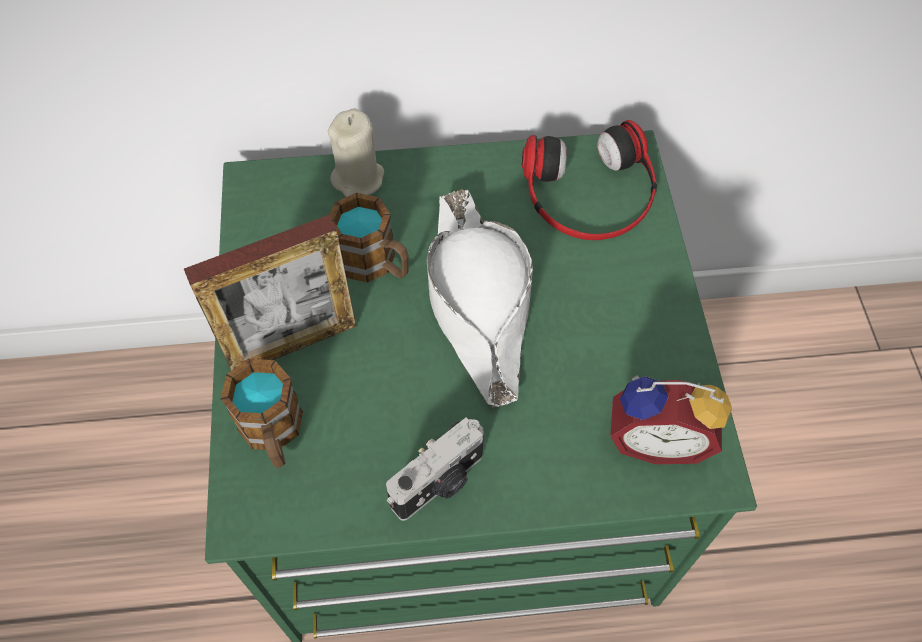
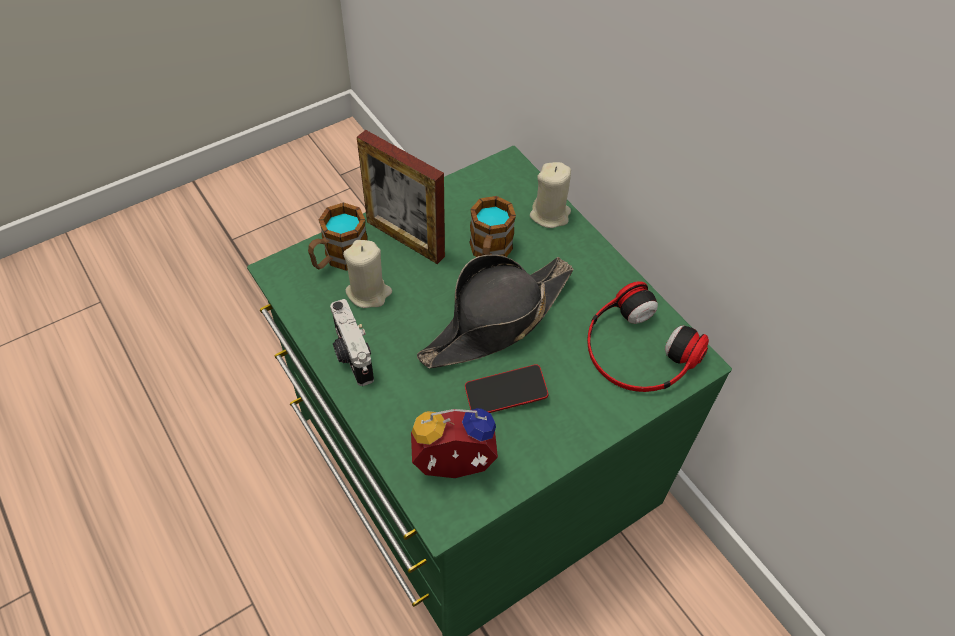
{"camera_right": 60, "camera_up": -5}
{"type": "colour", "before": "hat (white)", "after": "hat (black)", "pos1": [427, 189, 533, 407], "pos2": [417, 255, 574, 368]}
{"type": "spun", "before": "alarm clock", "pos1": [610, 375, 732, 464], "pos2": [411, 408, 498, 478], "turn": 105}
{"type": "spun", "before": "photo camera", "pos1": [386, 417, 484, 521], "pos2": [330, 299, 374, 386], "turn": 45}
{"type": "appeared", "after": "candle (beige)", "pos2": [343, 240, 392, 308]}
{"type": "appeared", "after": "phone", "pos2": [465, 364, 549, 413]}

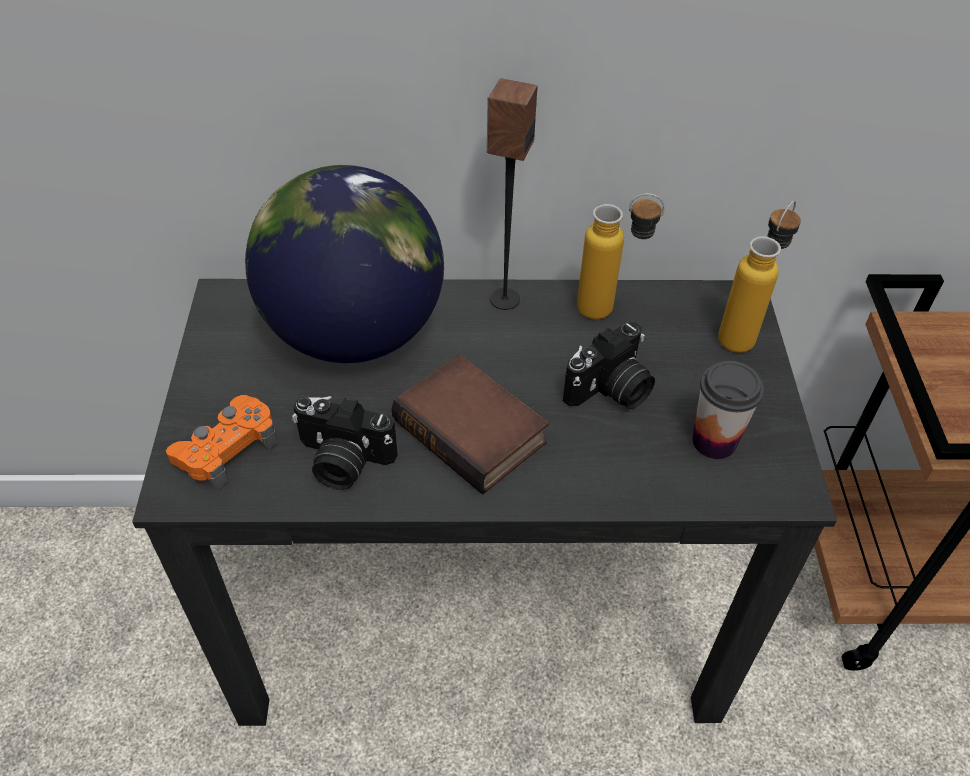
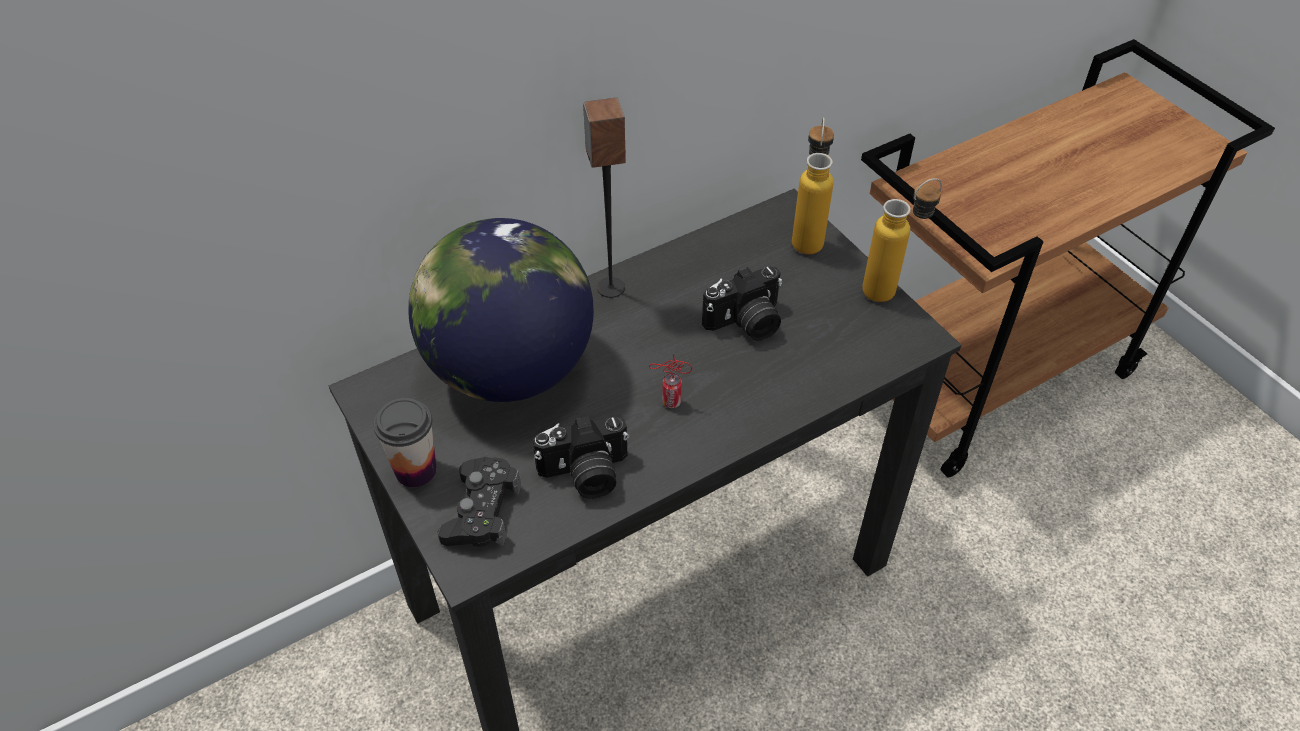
{"camera_right": -30, "camera_up": 0}
{"type": "relocated", "before": "bottle", "pos1": [577, 193, 665, 320], "pos2": [862, 178, 942, 302]}
{"type": "spun", "before": "photo camera", "pos1": [563, 322, 655, 409], "pos2": [702, 267, 782, 341], "turn": 45}
{"type": "exchanged", "before": "book", "after": "can", "pos1": [392, 354, 549, 495], "pos2": [649, 353, 692, 408]}
{"type": "relocated", "before": "cup", "pos1": [692, 361, 764, 459], "pos2": [374, 398, 437, 487]}
{"type": "colour", "before": "game controller (orange)", "after": "game controller (black)", "pos1": [166, 395, 278, 490], "pos2": [438, 457, 521, 547]}

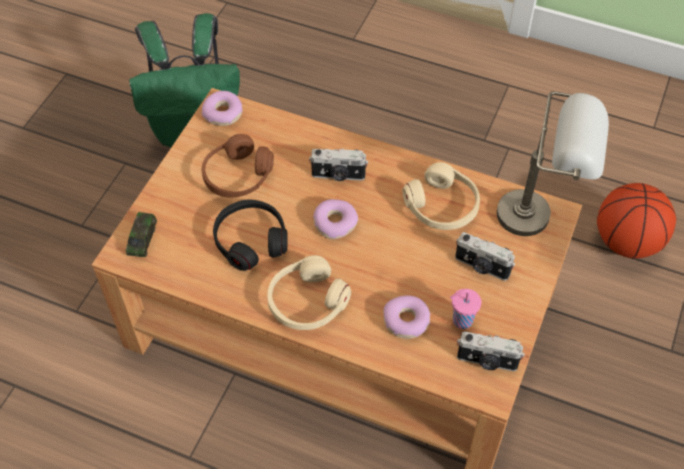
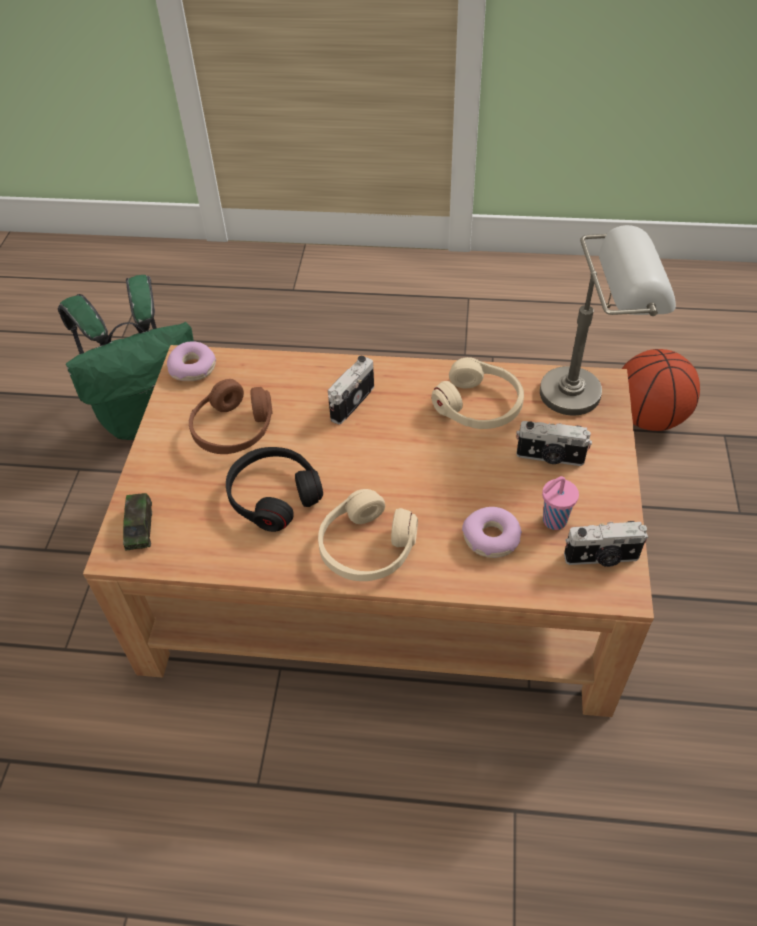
{"camera_right": -15, "camera_up": -5}
{"type": "spun", "before": "photo camera", "pos1": [309, 149, 368, 181], "pos2": [328, 356, 374, 425], "turn": 135}
{"type": "missing", "before": "donut", "pos1": [313, 199, 358, 239]}

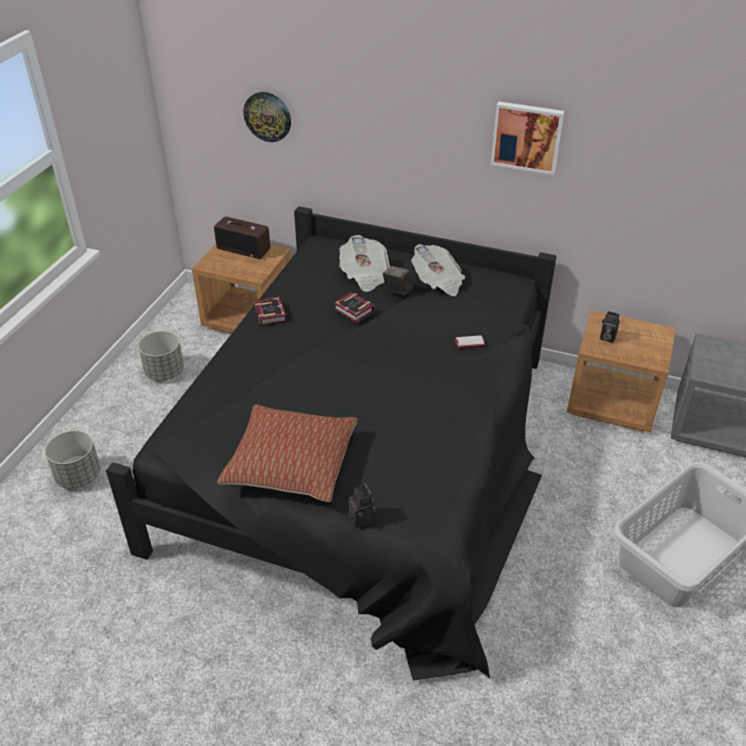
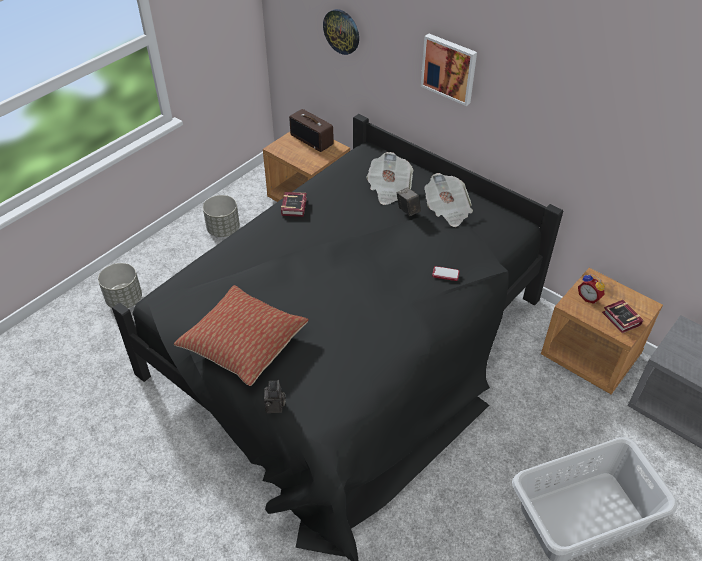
{"camera_right": 20, "camera_up": 5}
{"type": "relocated", "before": "picture", "pos1": [491, 102, 564, 175], "pos2": [421, 34, 477, 106]}
{"type": "relocated", "before": "book", "pos1": [333, 292, 374, 323], "pos2": [602, 300, 643, 333]}
{"type": "exchanged", "before": "photo camera", "after": "alarm clock", "pos1": [600, 311, 620, 343], "pos2": [578, 274, 605, 304]}

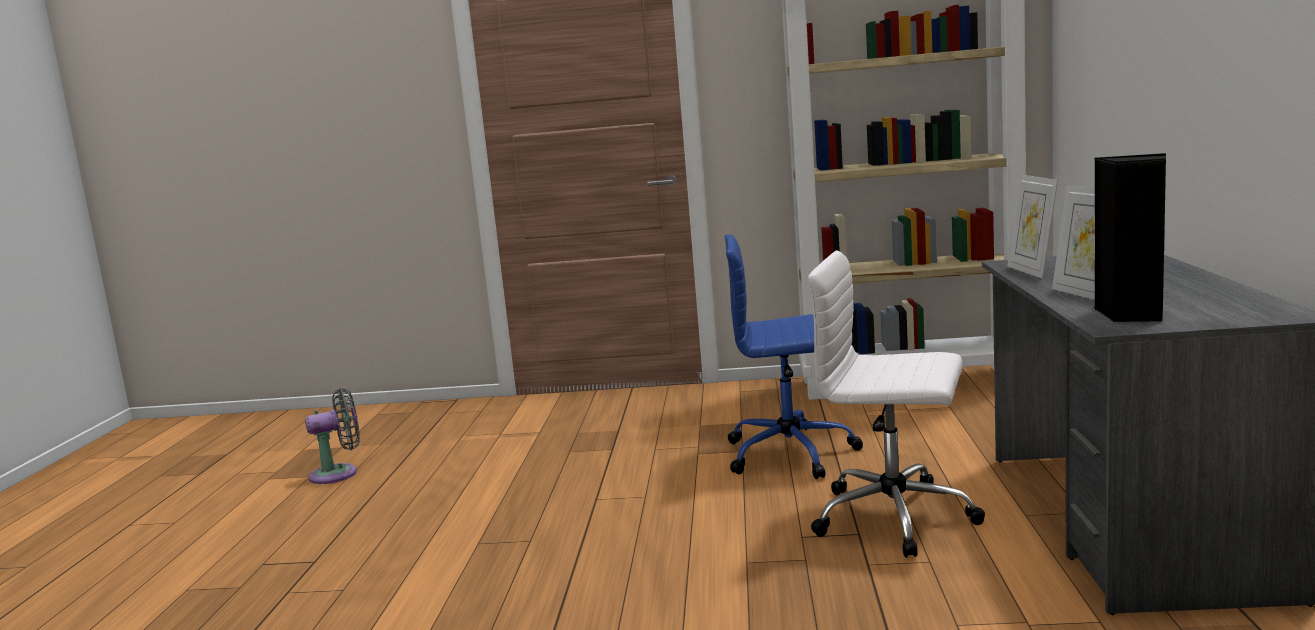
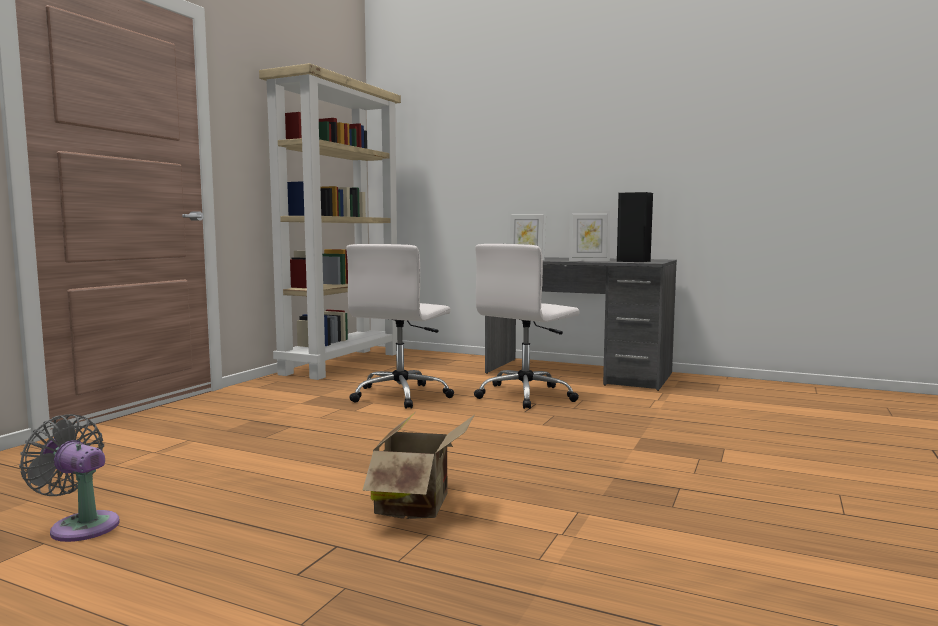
{"camera_right": -70, "camera_up": -5}
{"type": "colour", "before": "office chair (blue)", "after": "office chair (white)", "pos1": [725, 234, 863, 479], "pos2": [346, 244, 454, 409]}
{"type": "spun", "before": "fan (grey)", "pos1": [305, 388, 360, 484], "pos2": [19, 414, 120, 542], "turn": -60}
{"type": "appeared", "after": "cardboard box", "pos2": [362, 412, 474, 519]}

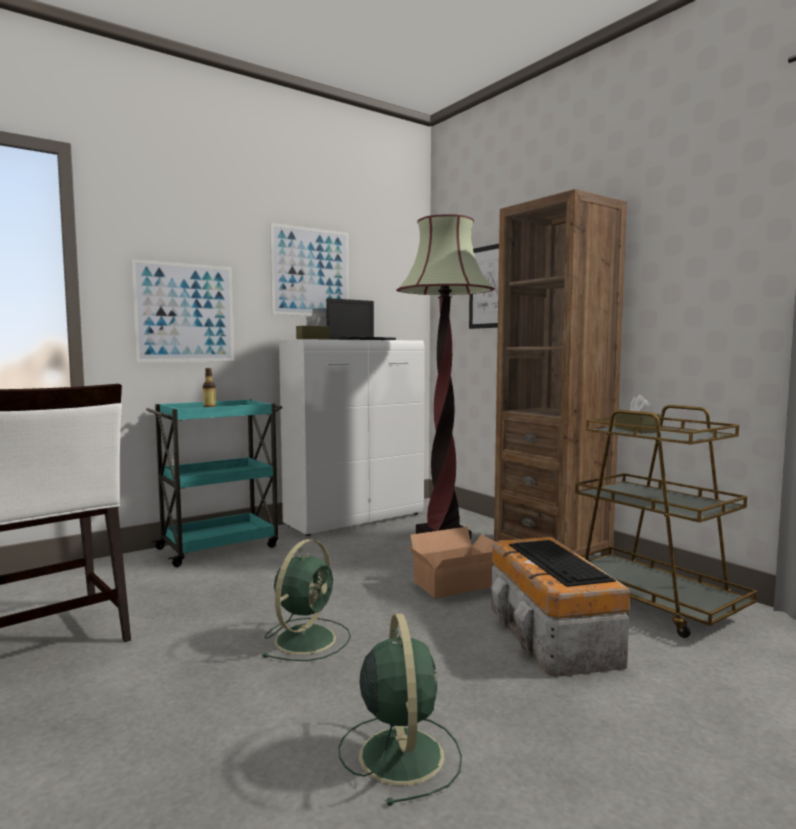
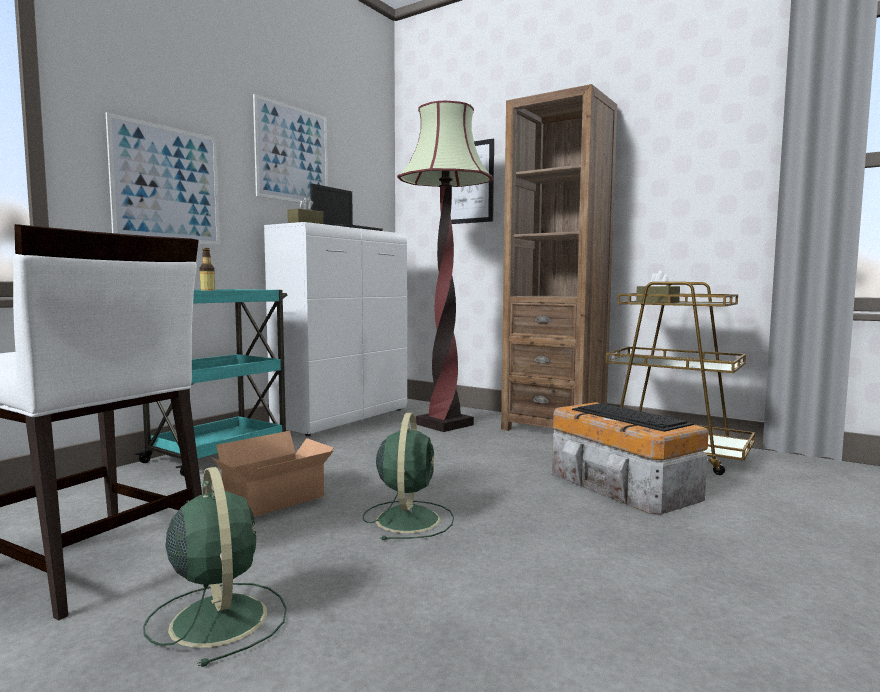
{"camera_right": -20, "camera_up": 0}
{"type": "relocated", "before": "cardboard box", "pos1": [407, 527, 496, 598], "pos2": [211, 431, 334, 517]}
{"type": "relocated", "before": "fan (green)", "pos1": [338, 613, 462, 806], "pos2": [143, 467, 287, 667]}

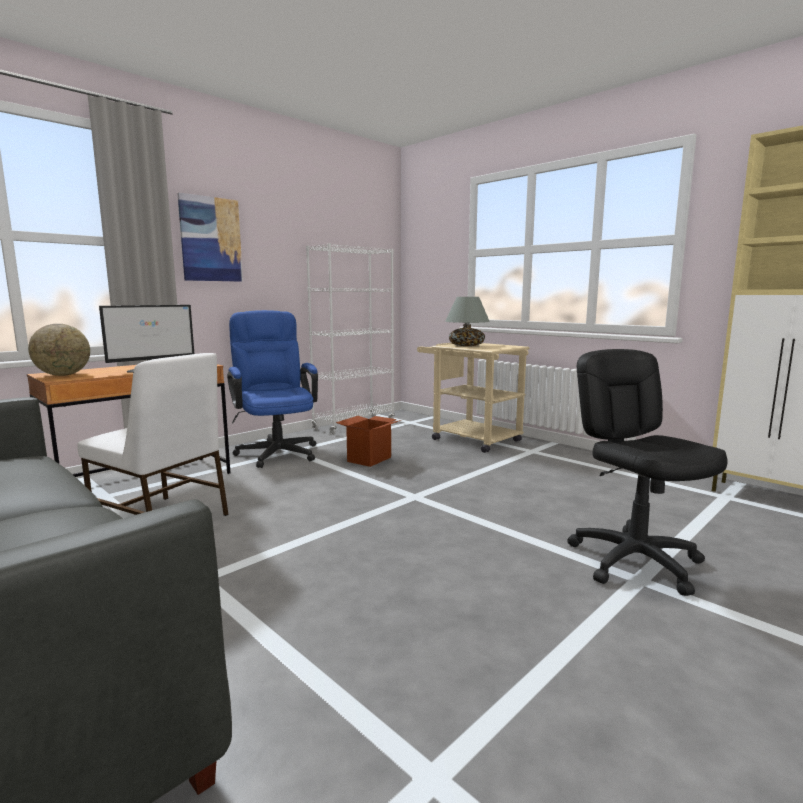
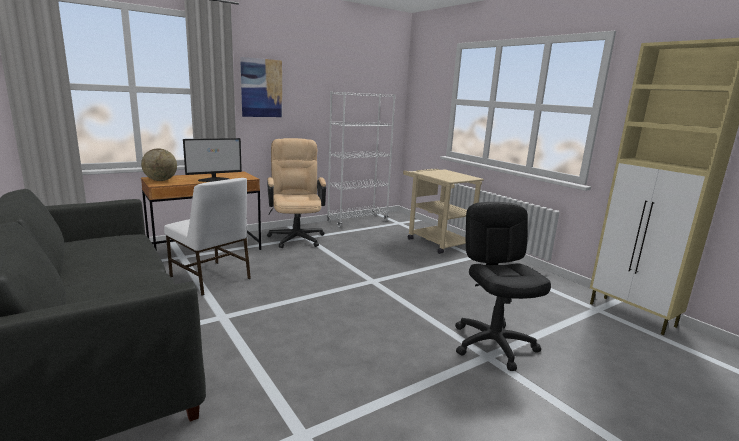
{"camera_right": 10, "camera_up": 5}
{"type": "missing", "before": "table lamp (grey)", "pos1": [445, 297, 490, 346]}
{"type": "colour", "before": "office chair (blue)", "after": "office chair (beige)", "pos1": [227, 310, 318, 468], "pos2": [267, 138, 326, 248]}
{"type": "missing", "before": "cardboard box", "pos1": [336, 416, 401, 467]}

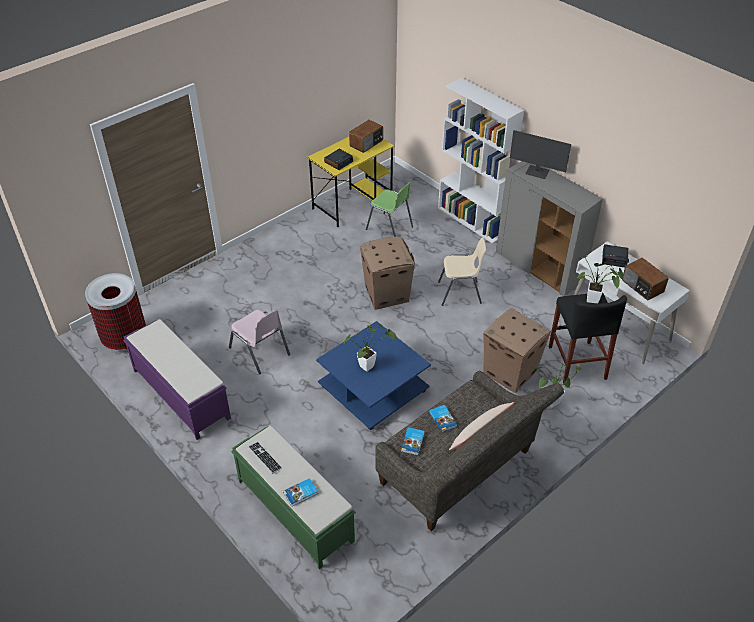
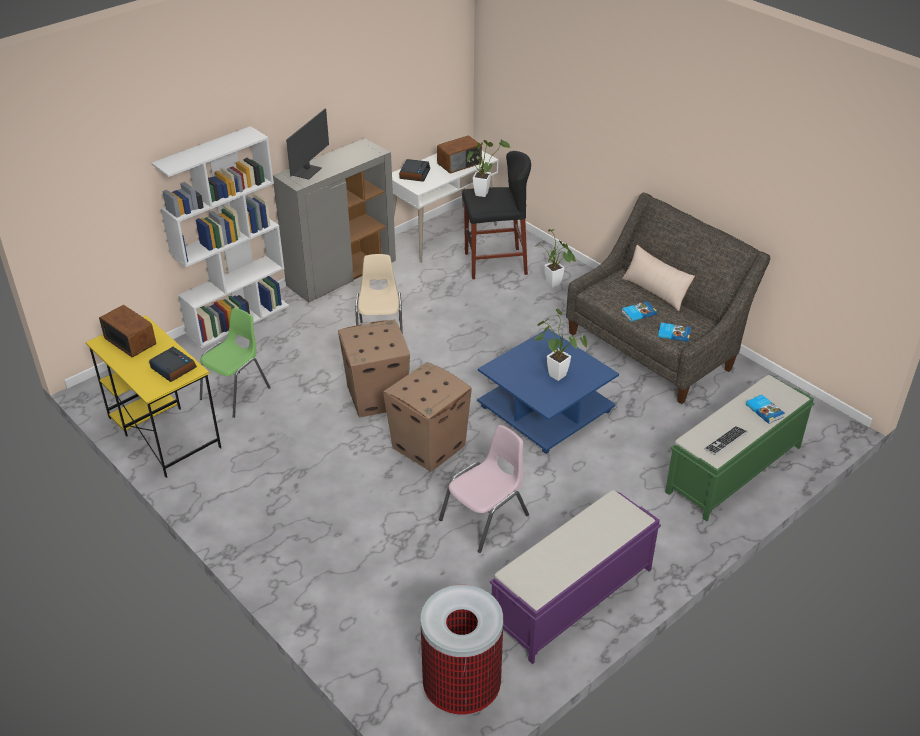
{"camera_right": -90, "camera_up": -5}
{"type": "relocated", "before": "cardboard box", "pos1": [483, 308, 551, 393], "pos2": [383, 362, 472, 472]}

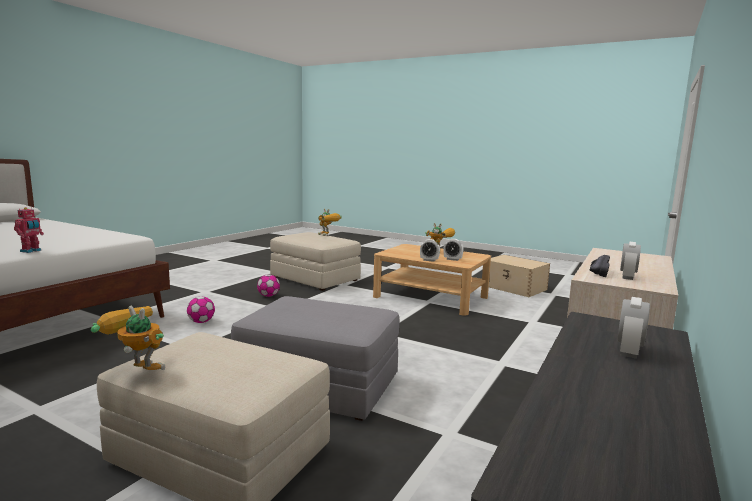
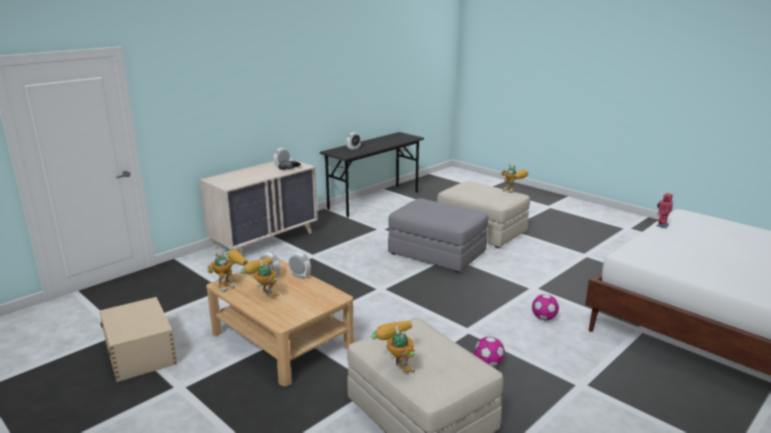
{"camera_right": -165, "camera_up": 10}
{"type": "appeared", "after": "toy robot", "pos2": [207, 250, 248, 292]}

